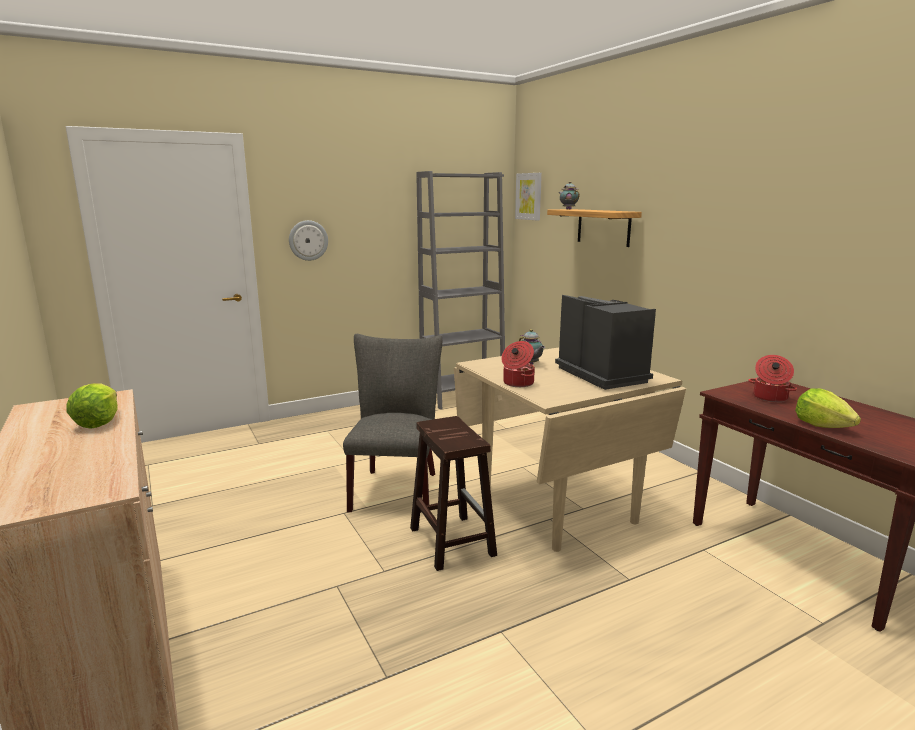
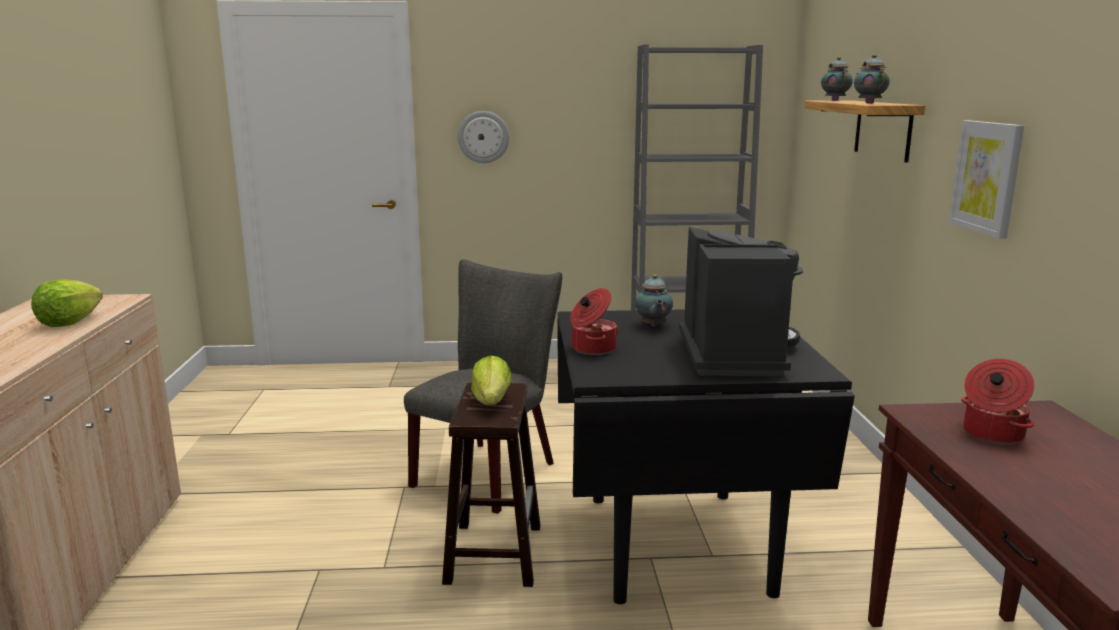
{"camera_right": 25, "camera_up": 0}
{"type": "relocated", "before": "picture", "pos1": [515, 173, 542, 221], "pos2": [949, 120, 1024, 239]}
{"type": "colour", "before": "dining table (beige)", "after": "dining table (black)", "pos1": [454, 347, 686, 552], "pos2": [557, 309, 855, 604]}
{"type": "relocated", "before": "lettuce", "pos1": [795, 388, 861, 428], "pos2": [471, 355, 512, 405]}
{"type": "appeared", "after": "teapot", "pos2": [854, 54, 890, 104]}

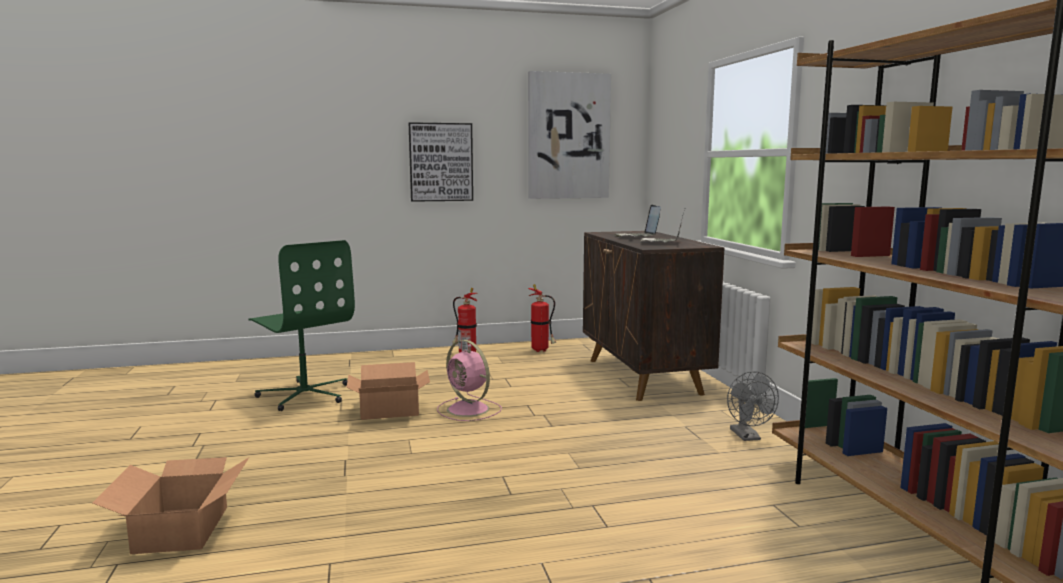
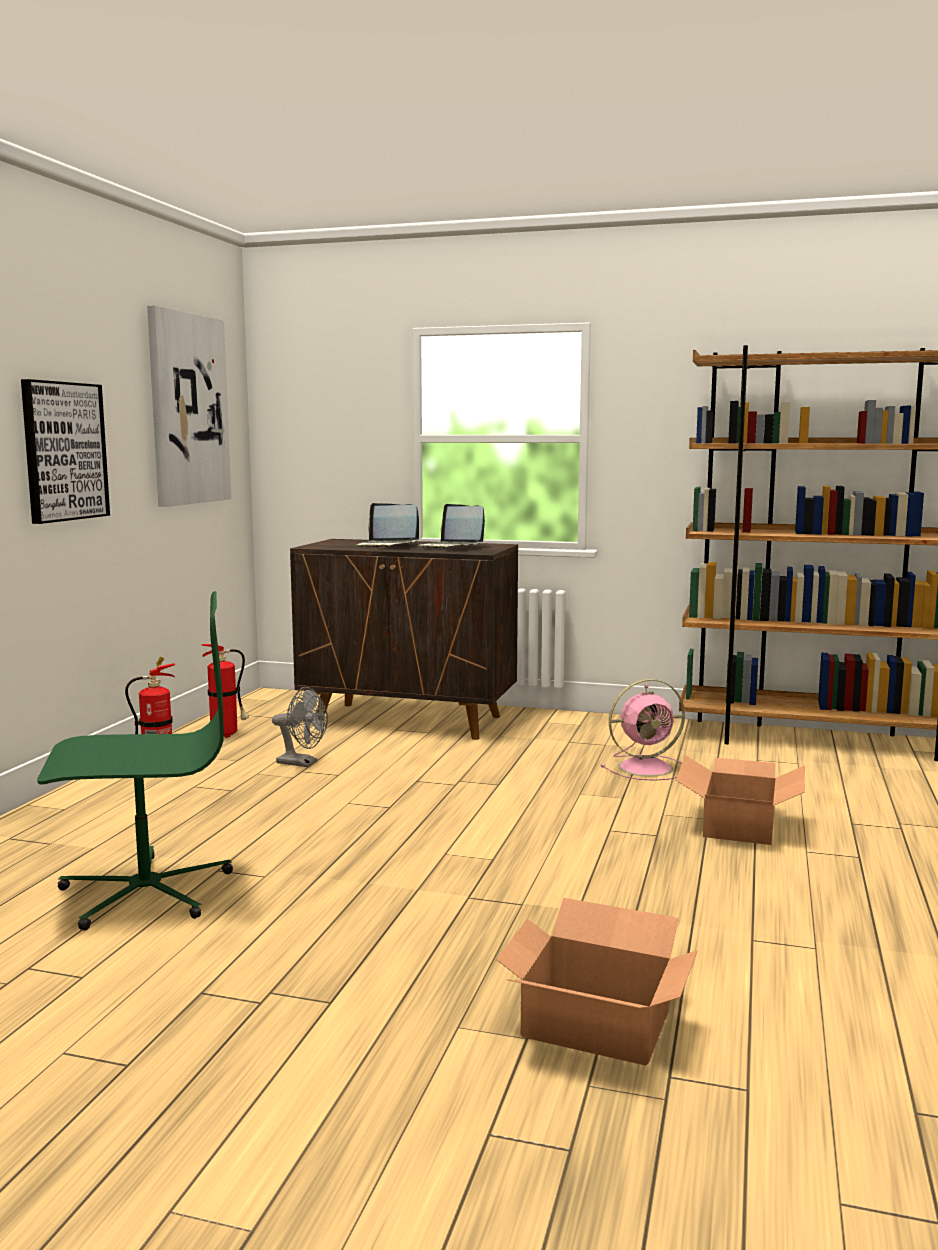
{"camera_right": -60, "camera_up": 0}
{"type": "relocated", "before": "fan (pink)", "pos1": [437, 340, 502, 421], "pos2": [601, 679, 685, 781]}
{"type": "relocated", "before": "cardboard box", "pos1": [346, 362, 430, 420], "pos2": [676, 755, 805, 845]}
{"type": "relocated", "before": "fan (grey)", "pos1": [727, 371, 779, 441], "pos2": [272, 687, 328, 767]}

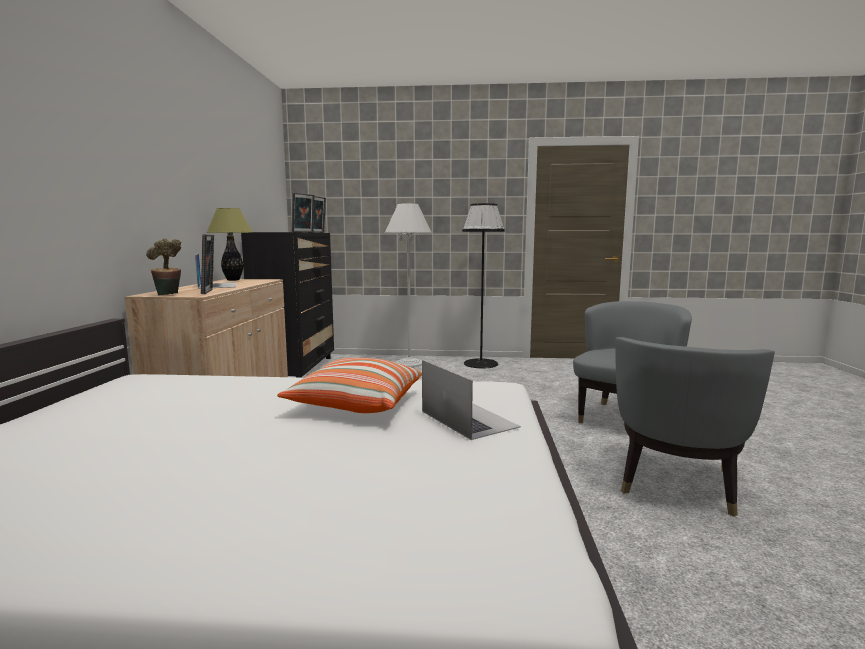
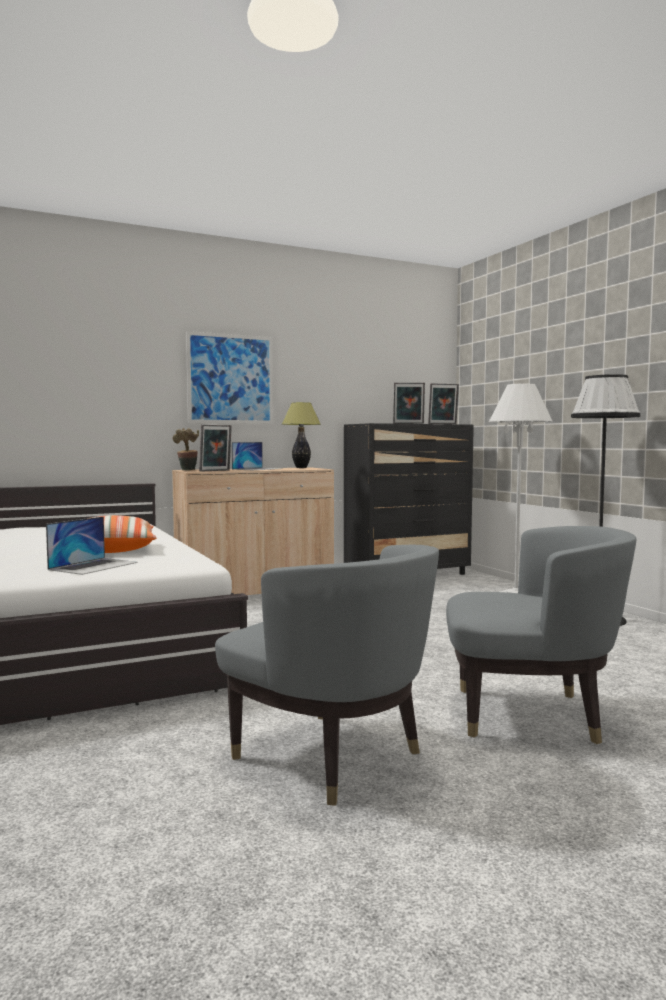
{"camera_right": 60, "camera_up": -5}
{"type": "spun", "before": "armchair (grey)", "pos1": [615, 337, 775, 517], "pos2": [215, 545, 439, 806], "turn": -135}
{"type": "appeared", "after": "picture", "pos2": [186, 331, 273, 424]}

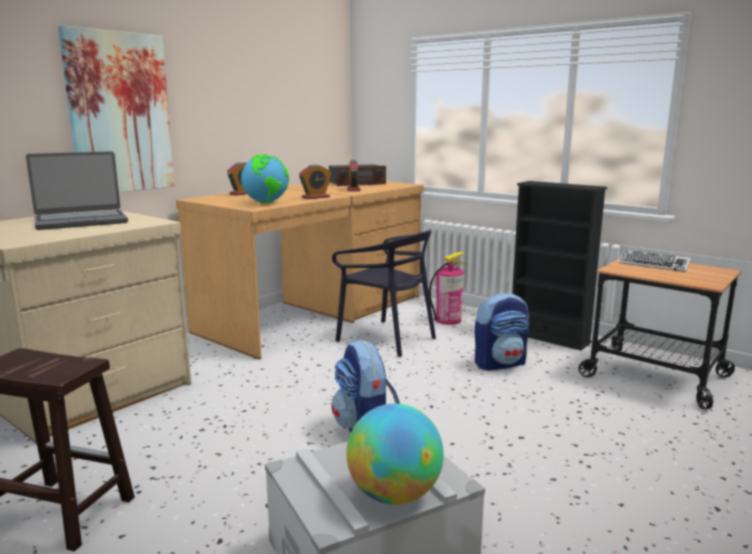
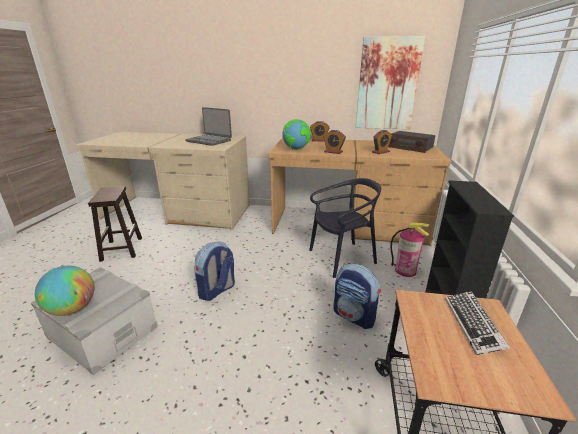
{"camera_right": 60, "camera_up": 10}
{"type": "relocated", "before": "picture", "pos1": [58, 25, 175, 193], "pos2": [356, 36, 425, 129]}
{"type": "spun", "before": "chair (black)", "pos1": [332, 230, 436, 357], "pos2": [309, 178, 381, 278], "turn": -120}

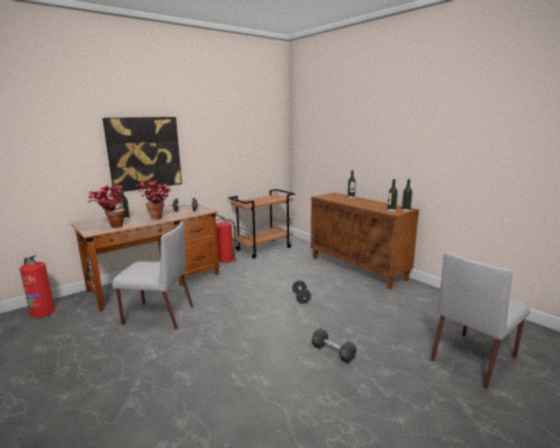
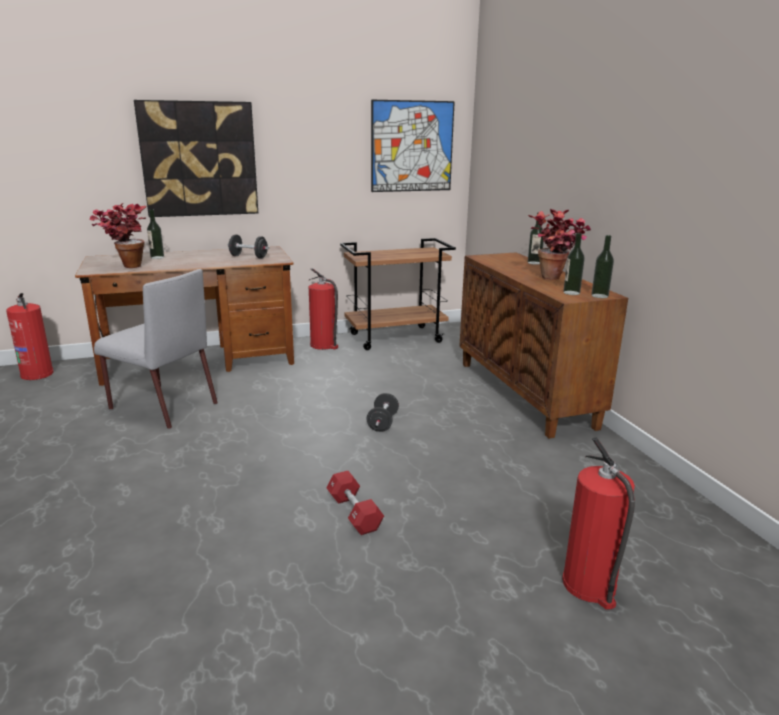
{"camera_right": 20, "camera_up": 5}
{"type": "relocated", "before": "potted plant", "pos1": [135, 180, 170, 219], "pos2": [528, 209, 591, 280]}
{"type": "exchanged", "before": "chair (grey)", "after": "fire extinguisher", "pos1": [431, 252, 530, 389], "pos2": [562, 437, 635, 610]}
{"type": "colour", "before": "dumbbell (black)", "after": "dumbbell (red)", "pos1": [311, 328, 356, 363], "pos2": [326, 471, 384, 535]}
{"type": "appeared", "after": "picture", "pos2": [371, 100, 455, 192]}

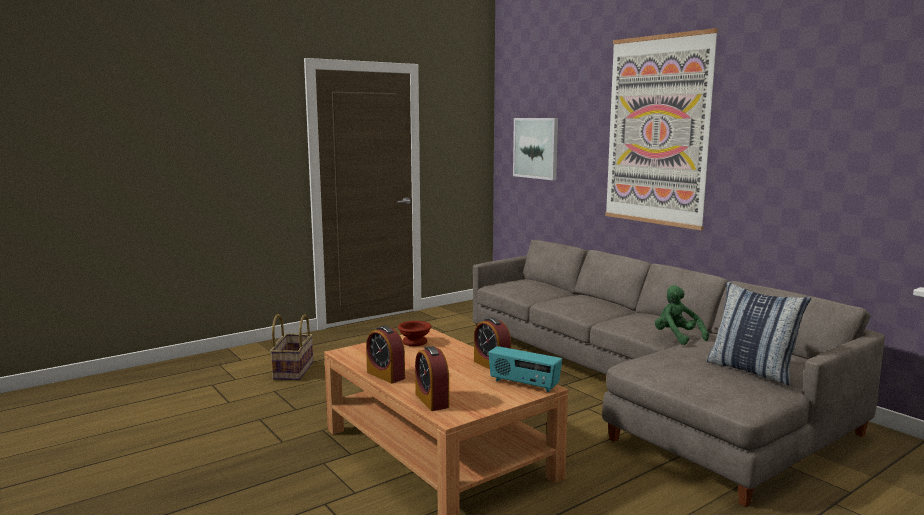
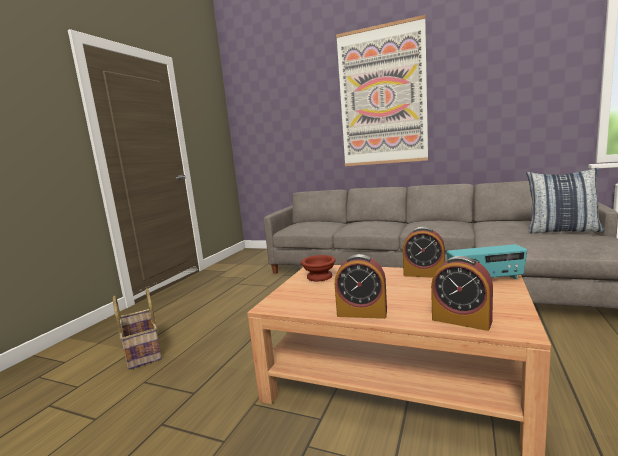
{"camera_right": -30, "camera_up": 0}
{"type": "missing", "before": "picture", "pos1": [513, 118, 558, 180]}
{"type": "missing", "before": "plush toy (green)", "pos1": [655, 285, 709, 345]}

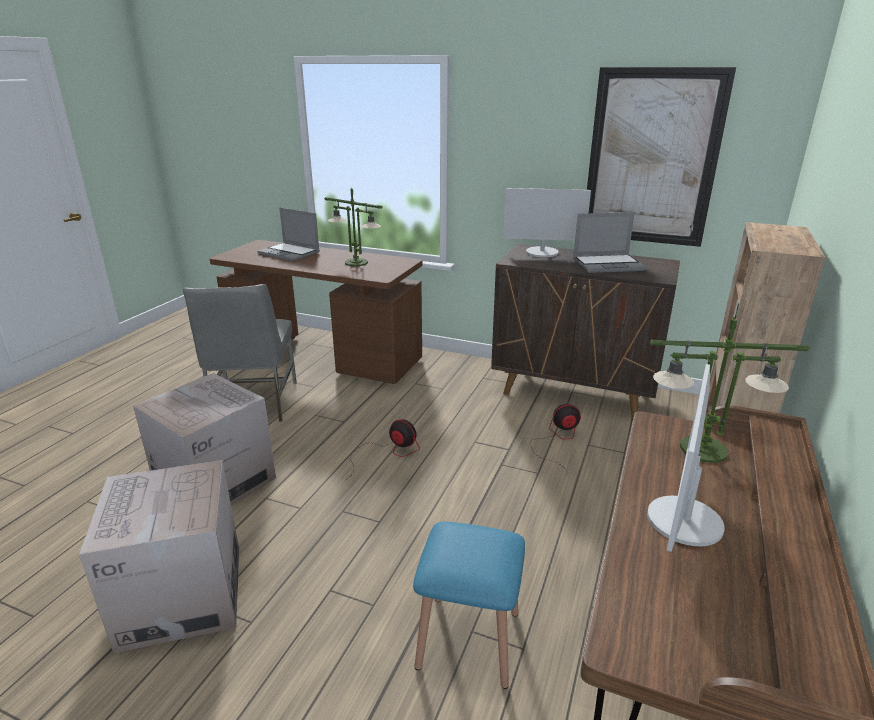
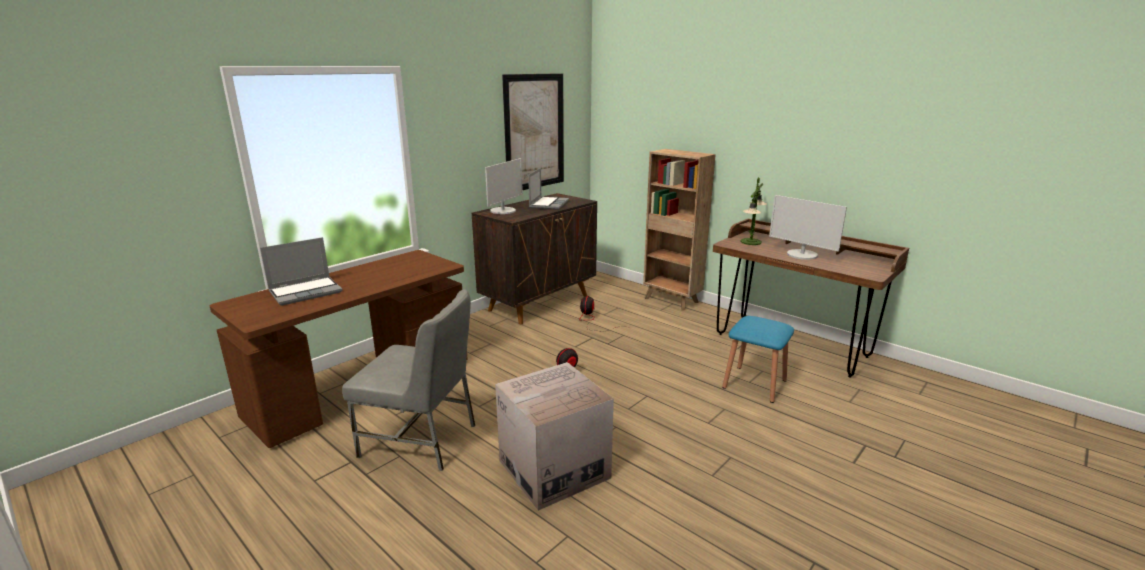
{"camera_right": -70, "camera_up": -5}
{"type": "missing", "before": "table lamp", "pos1": [325, 188, 383, 266]}
{"type": "missing", "before": "cardboard box", "pos1": [79, 460, 239, 653]}

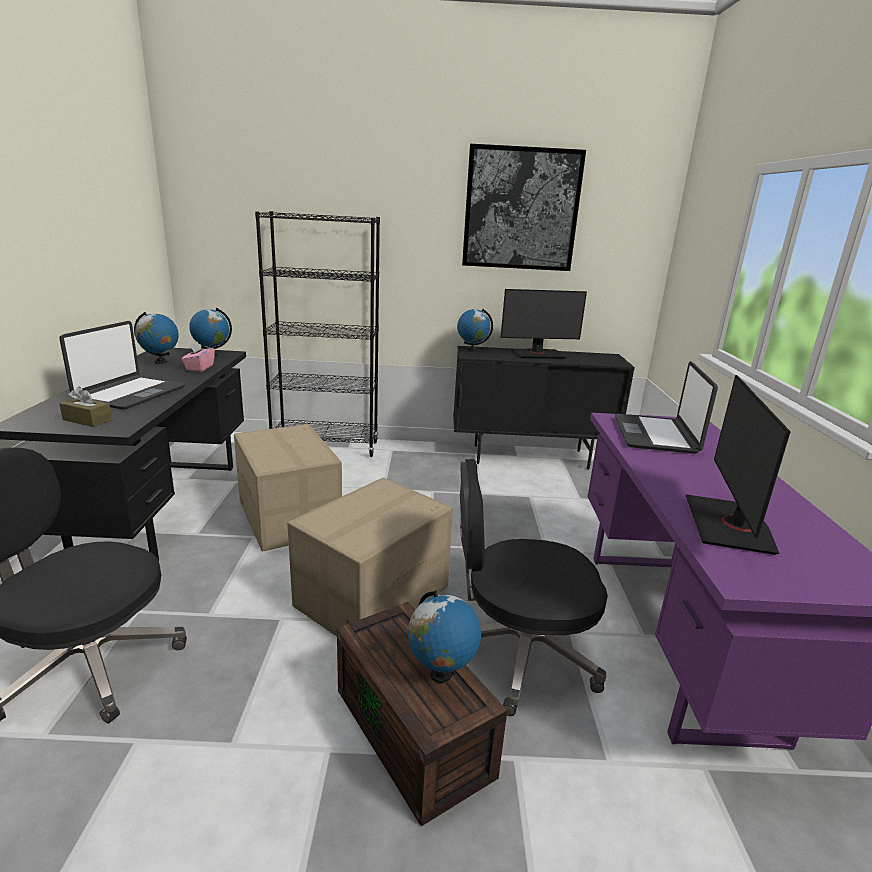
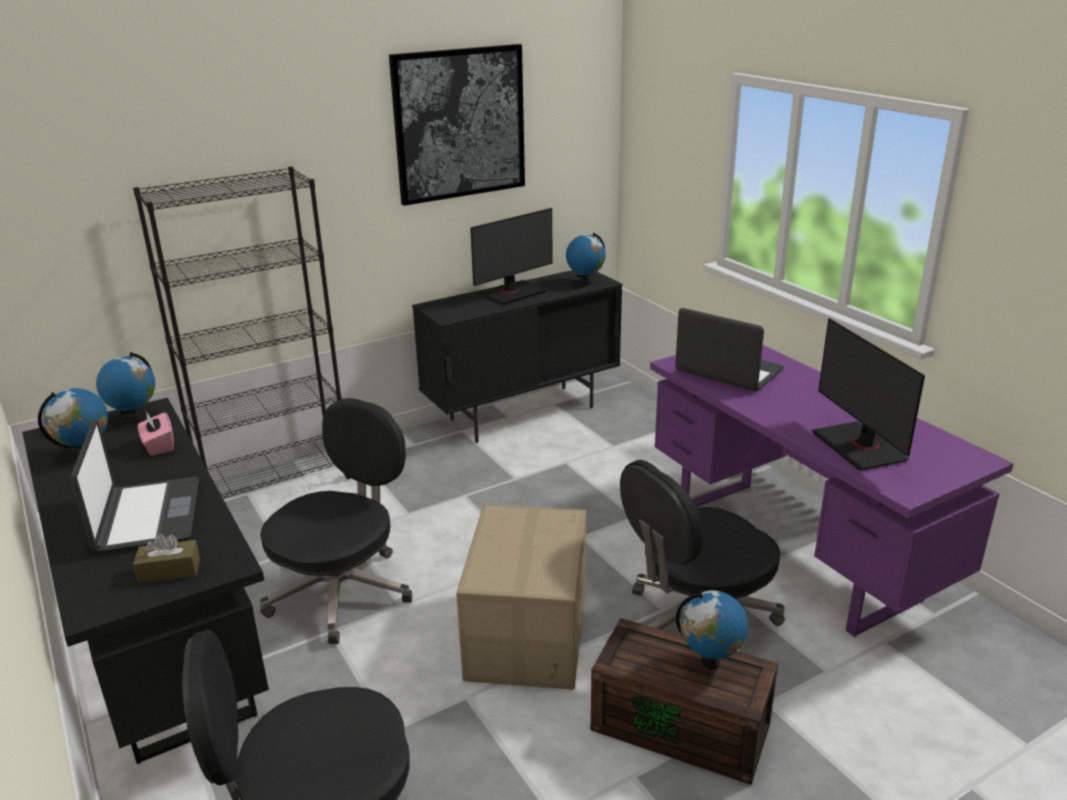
{"camera_right": -30, "camera_up": 5}
{"type": "relocated", "before": "globe", "pos1": [457, 309, 493, 352], "pos2": [566, 233, 606, 285]}
{"type": "spun", "before": "laptop", "pos1": [615, 361, 718, 454], "pos2": [675, 308, 784, 391], "turn": 150}
{"type": "exchanged", "before": "cardboard box", "after": "office chair (black)", "pos1": [234, 424, 342, 551], "pos2": [260, 398, 412, 644]}

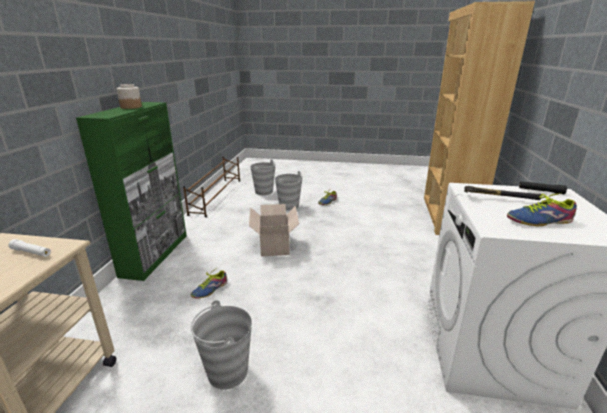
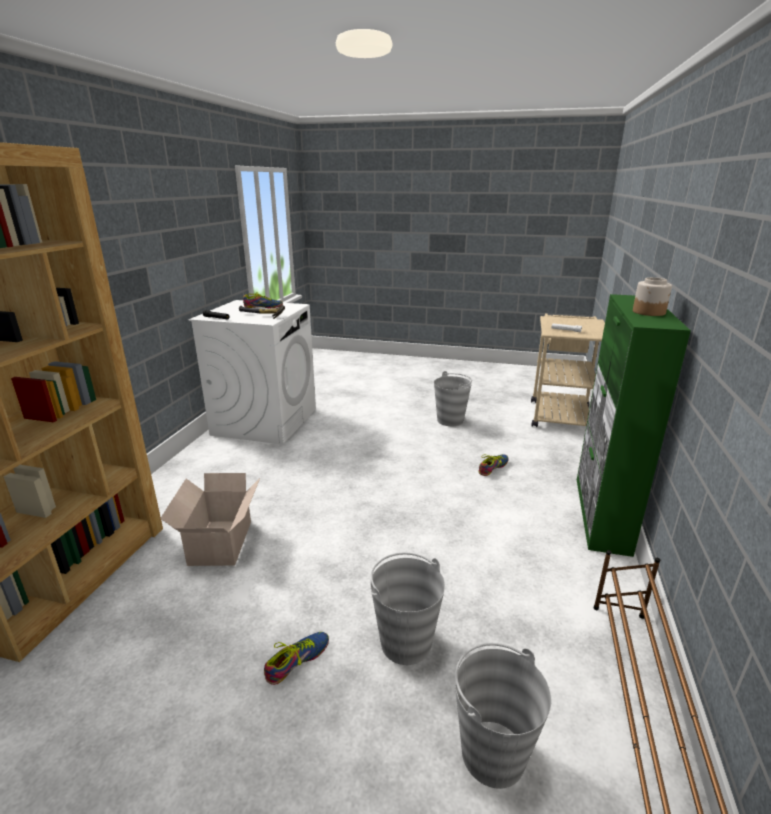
{"camera_right": -175, "camera_up": 0}
{"type": "relocated", "before": "cardboard box", "pos1": [249, 204, 299, 256], "pos2": [160, 473, 260, 566]}

